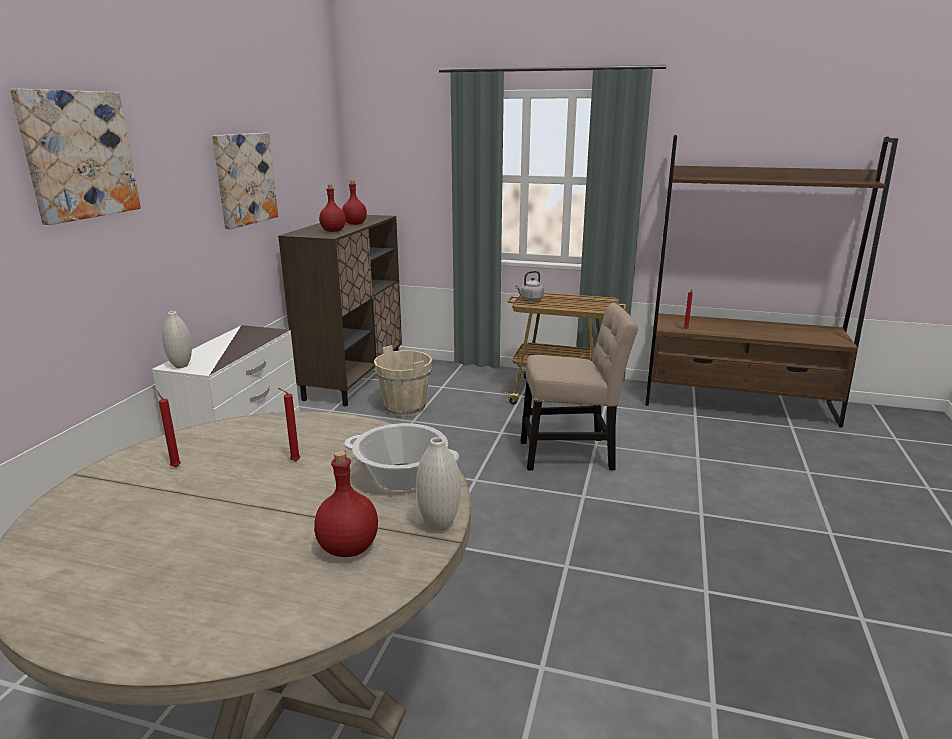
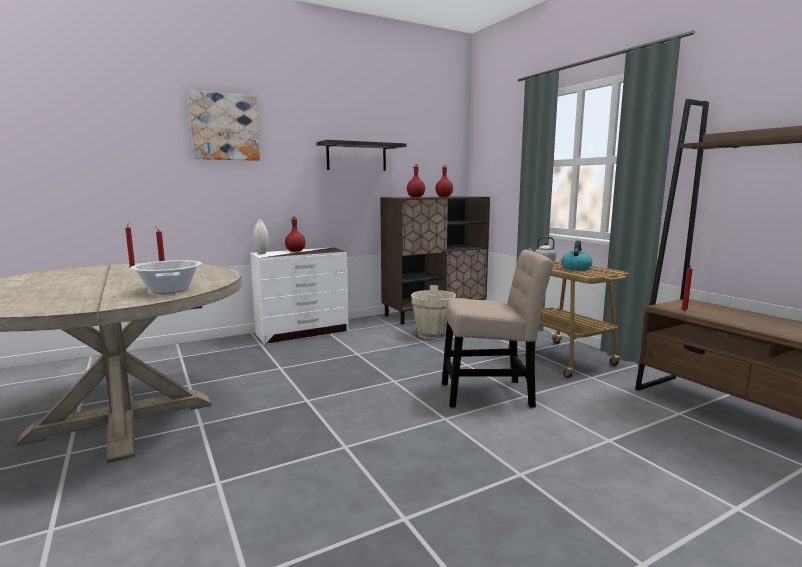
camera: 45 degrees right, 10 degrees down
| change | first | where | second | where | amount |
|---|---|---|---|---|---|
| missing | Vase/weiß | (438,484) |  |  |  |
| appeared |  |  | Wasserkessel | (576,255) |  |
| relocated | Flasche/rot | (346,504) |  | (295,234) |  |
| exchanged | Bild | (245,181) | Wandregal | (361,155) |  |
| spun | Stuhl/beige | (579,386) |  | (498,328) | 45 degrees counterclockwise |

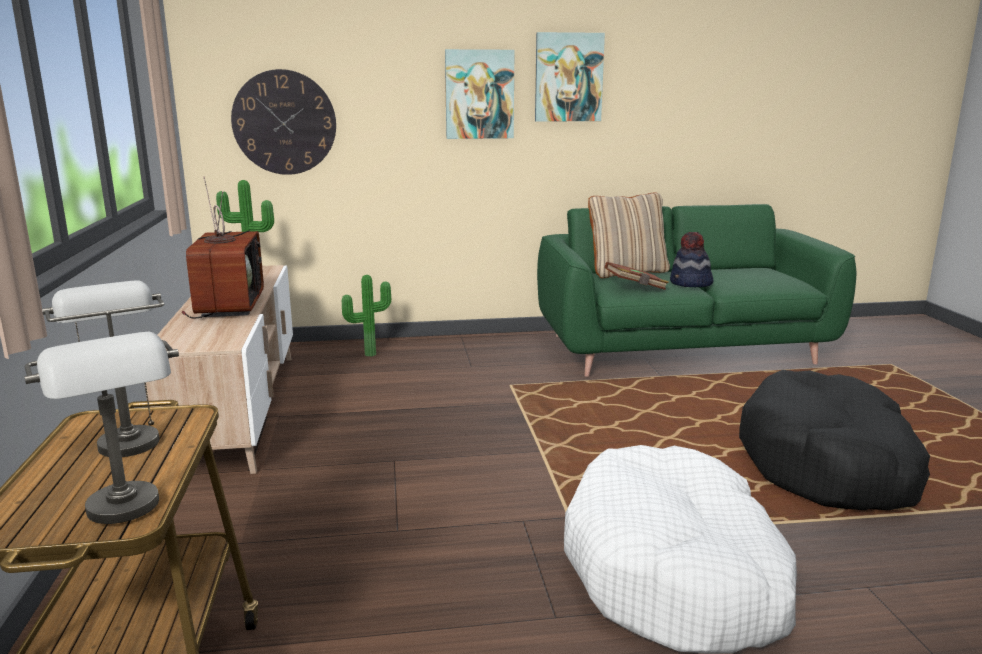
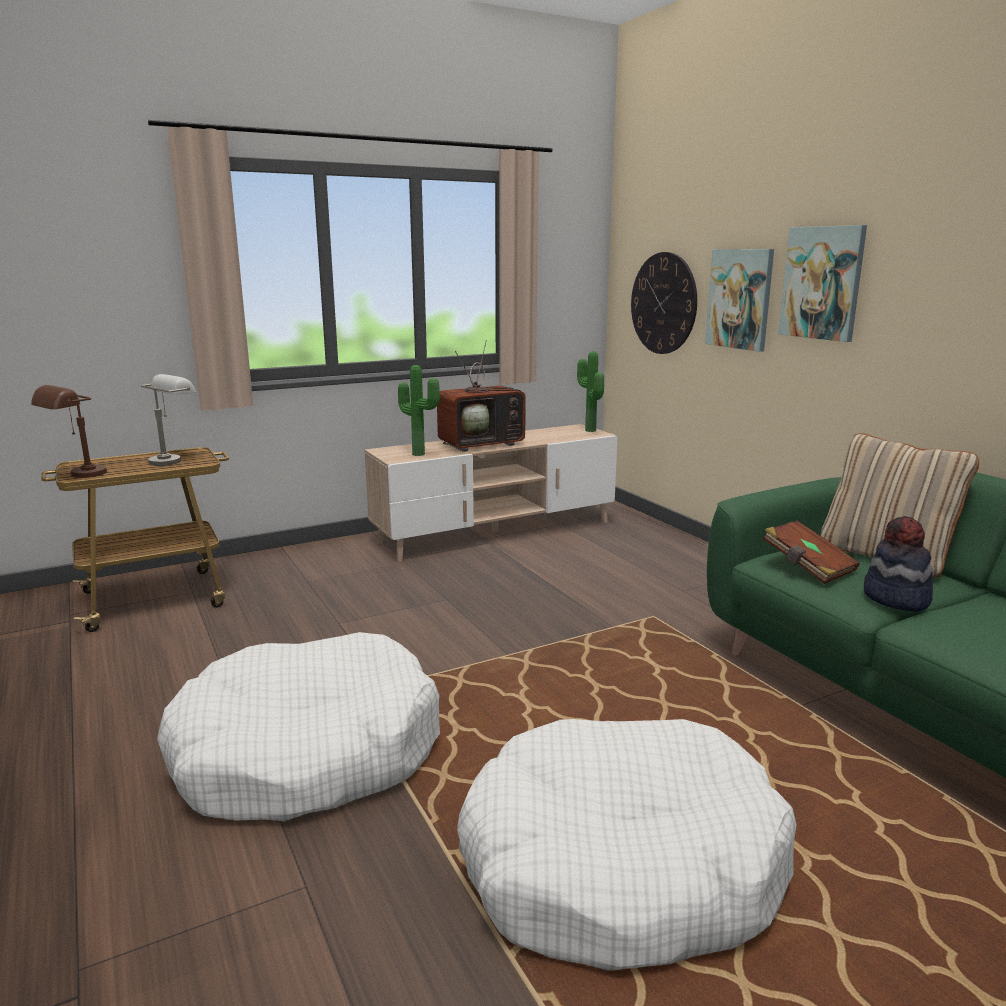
camera: 70 degrees right, 0 degrees up
| change | first | where | second | where | amount |
|---|---|---|---|---|---|
| relocated | Topfpflanze | (366,316) |  | (419,410) |  |
| relocated | Bild | (570,77) |  | (739,300) |  |
| colour | Tischlampe/grau | (101,428) | Tischlampe/braun | (69,431) |  |
| colour | Hundebett/schwarz | (834,440) | Hundebett/weiß | (627,845) |  |

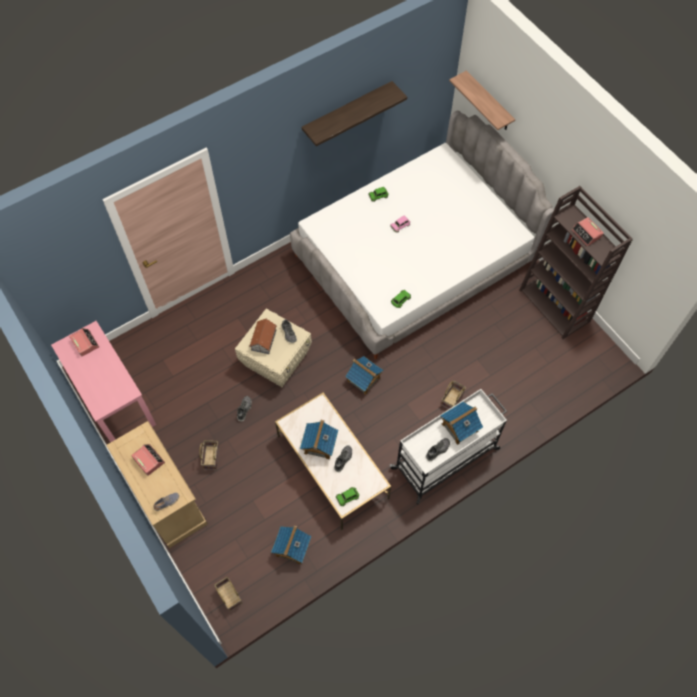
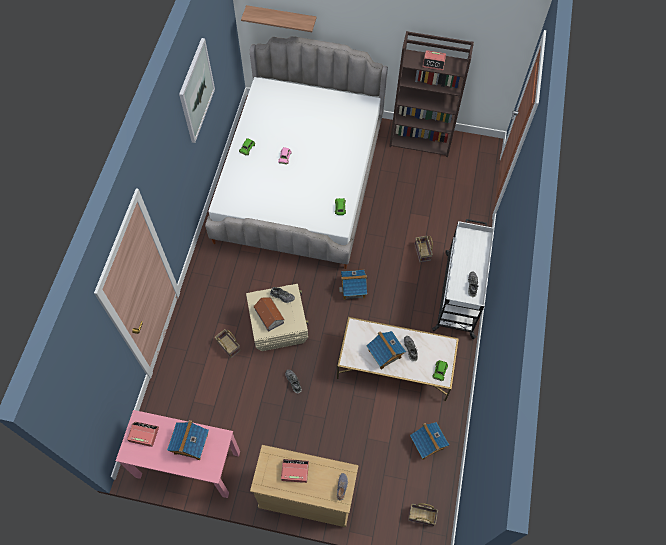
camera: 45 degrees left, 0 degrees up
| change | first | where | second | where | amount |
|---|---|---|---|---|---|
| relocated | Korb | (209,455) |  | (228,343) |  |
| relocated | Spielzeughaus | (461,423) |  | (188,440) |  |
| exchanged | Wandregal | (354,113) | Bild | (197,90) |  |

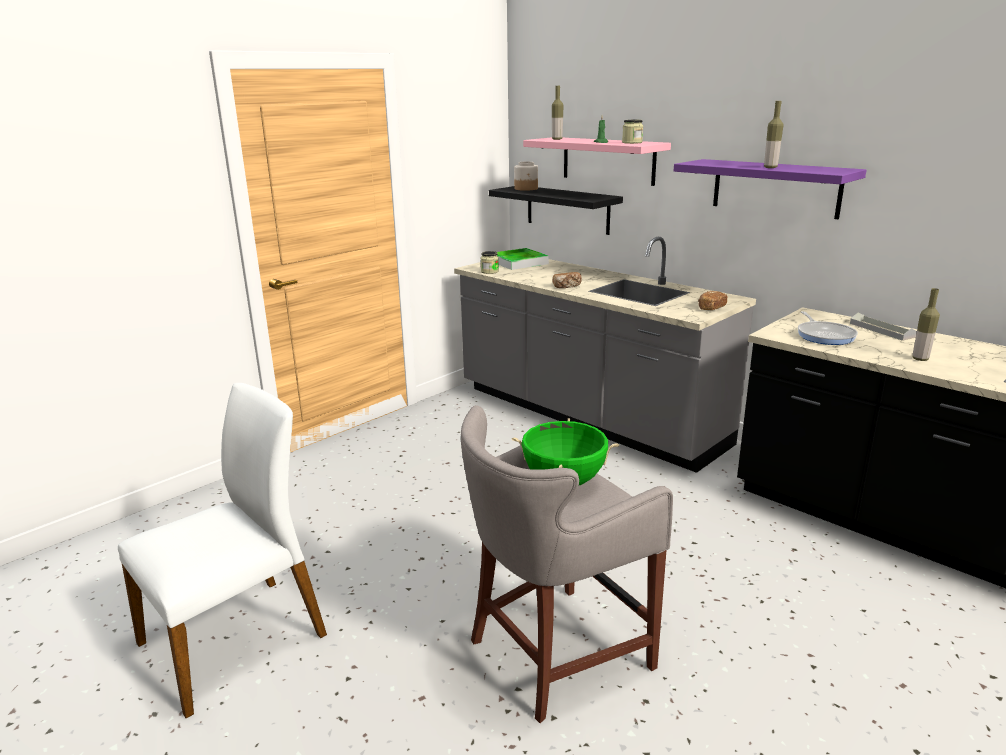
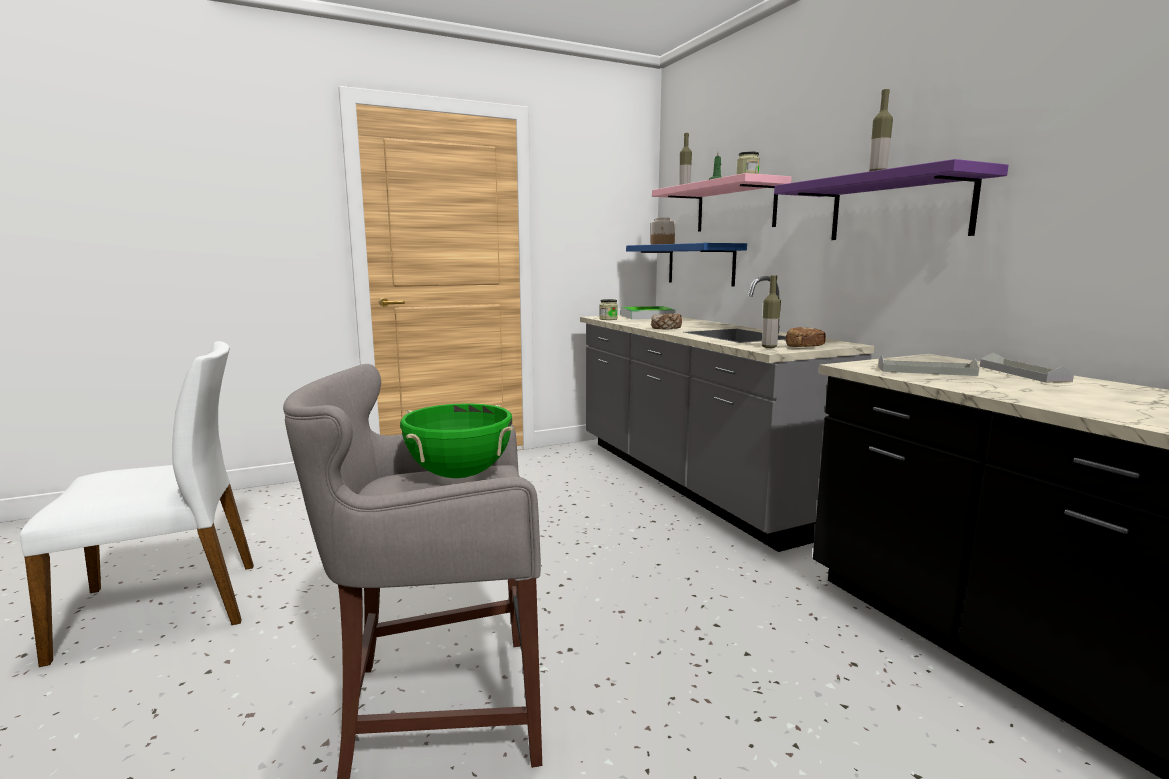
camera: 20 degrees right, 10 degrees down
| change | first | where | second | where | amount |
|---|---|---|---|---|---|
| relocated | Flasche | (926,324) |  | (771,311) |  |
| exchanged | Pfanne | (828,328) | Tablett/grau | (928,365) |  |
| colour | Wandregal/schwarz | (556,210) | Wandregal/blau | (686,265) |  |

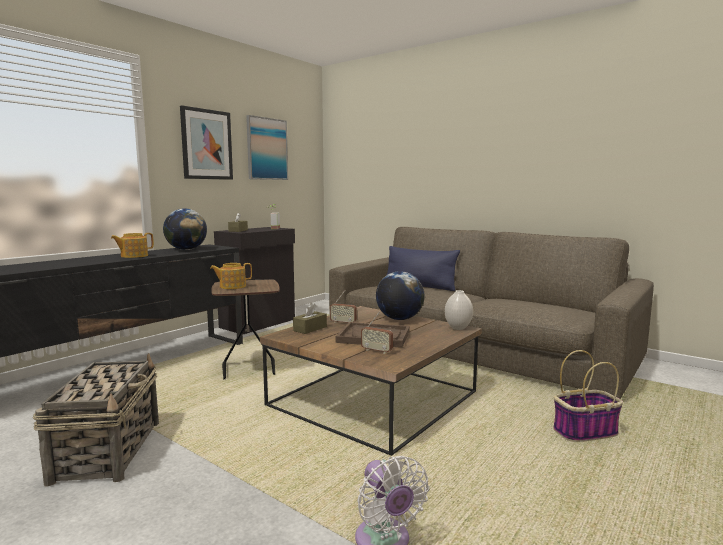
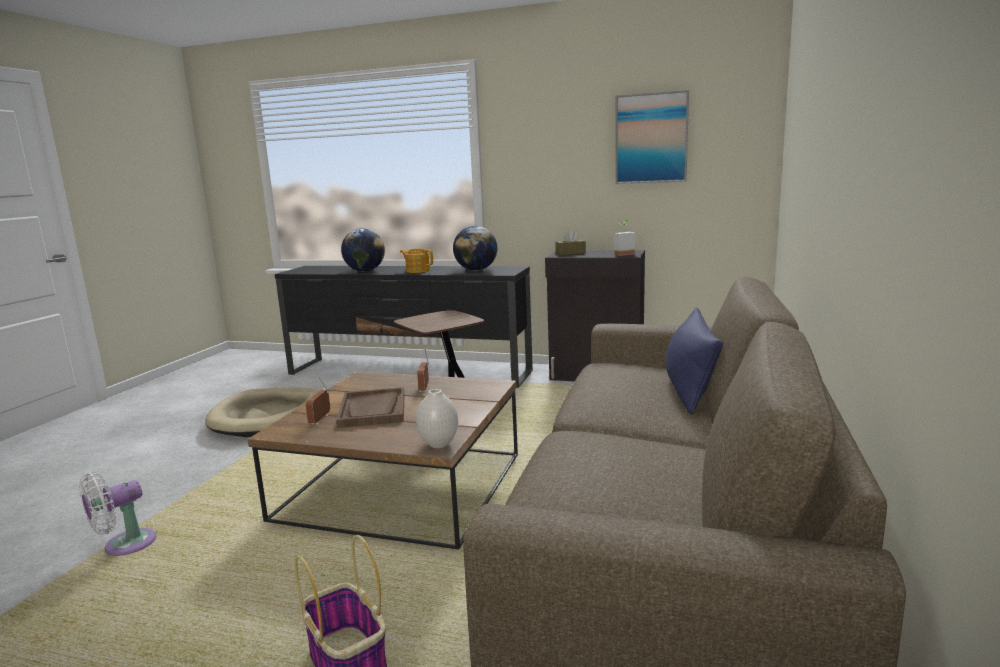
camera: 70 degrees right, 5 degrees up
| change | first | where | second | where | amount |
|---|---|---|---|---|---|
| missing | Bild | (206,142) |  |  |  |
| missing | Teekanne | (231,276) |  |  |  |
| missing | Taschentuchbox/braun | (310,318) |  |  |  |
| relocated | Globus | (400,295) |  | (363,249) |  |
| exchanged | Korb | (96,419) | Hundebett/beige | (262,412) |  |

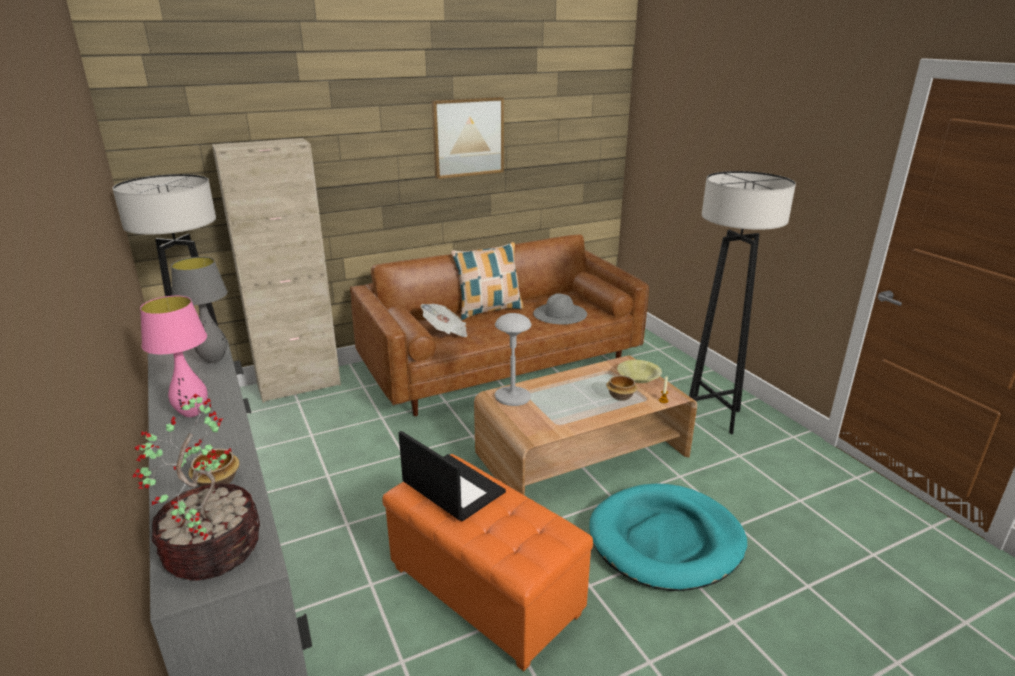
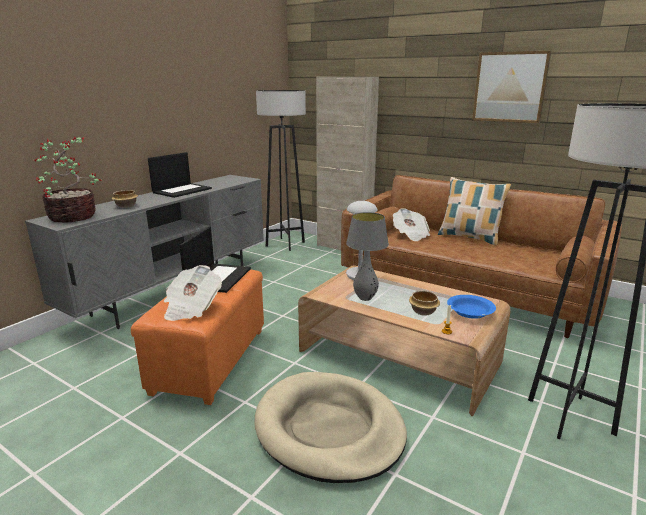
camera: 60 degrees right, 5 degrees down
| change | first | where | second | where | amount |
|---|---|---|---|---|---|
| missing | Hut/grau | (560,308) |  |  |  |
| appeared |  |  | Zeitung | (193,293) |  |
| relocated | Tischlampe/grau | (199,310) |  | (367,256) |  |
| exchanged | Tischlampe/rosa | (174,356) | Laptop | (180,175) |  |
| colour | Hundebett/türkis | (668,537) | Hundebett/beige | (330,427) |  |
| colour | Schüssel/gelb | (639,371) | Schüssel/blau | (471,307) |  |

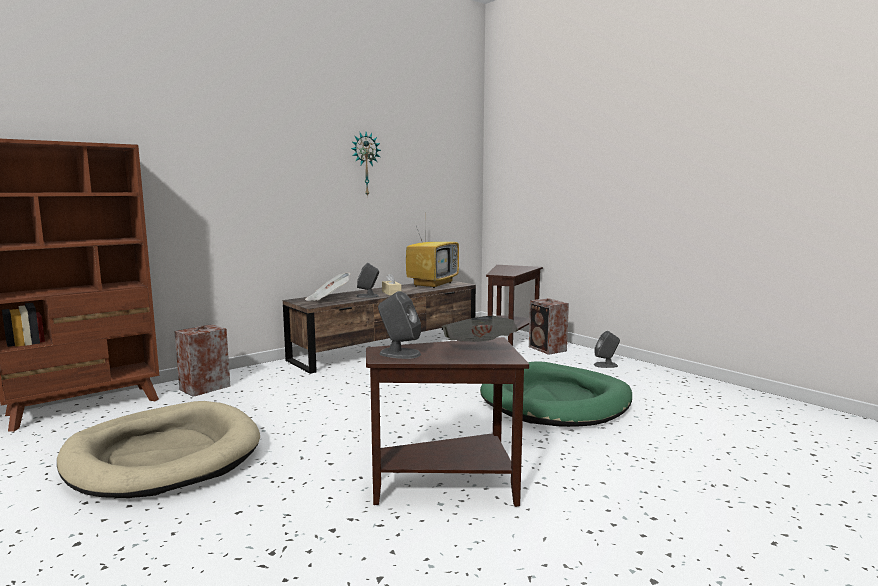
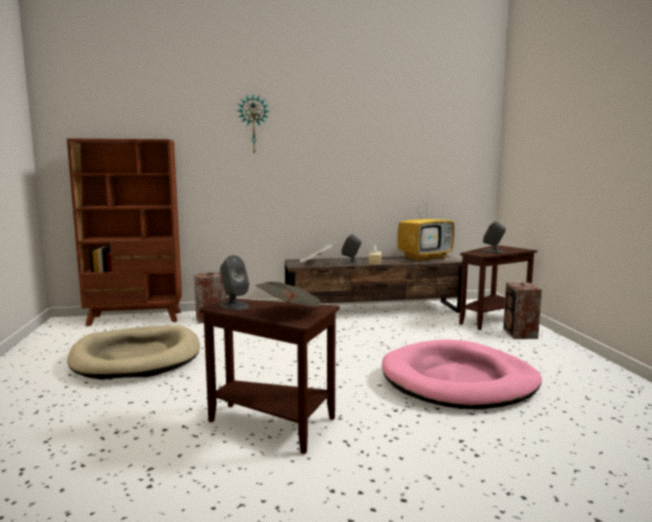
camera: 30 degrees right, 0 degrees up
| change | first | where | second | where | amount |
|---|---|---|---|---|---|
| relocated | Wanduhr | (366,164) |  | (253,125) |  |
| relocated | Lautsprecher/grau | (607,349) |  | (494,237) |  |
| colour | Hundebett/grün | (556,394) | Hundebett/rosa | (462,375) |  |

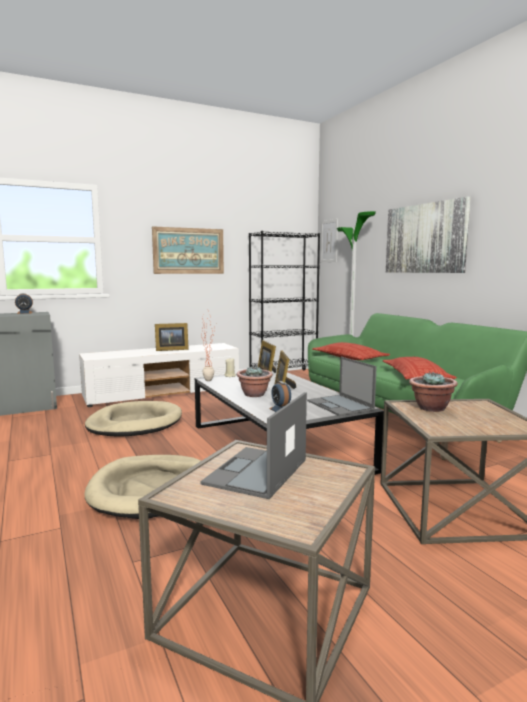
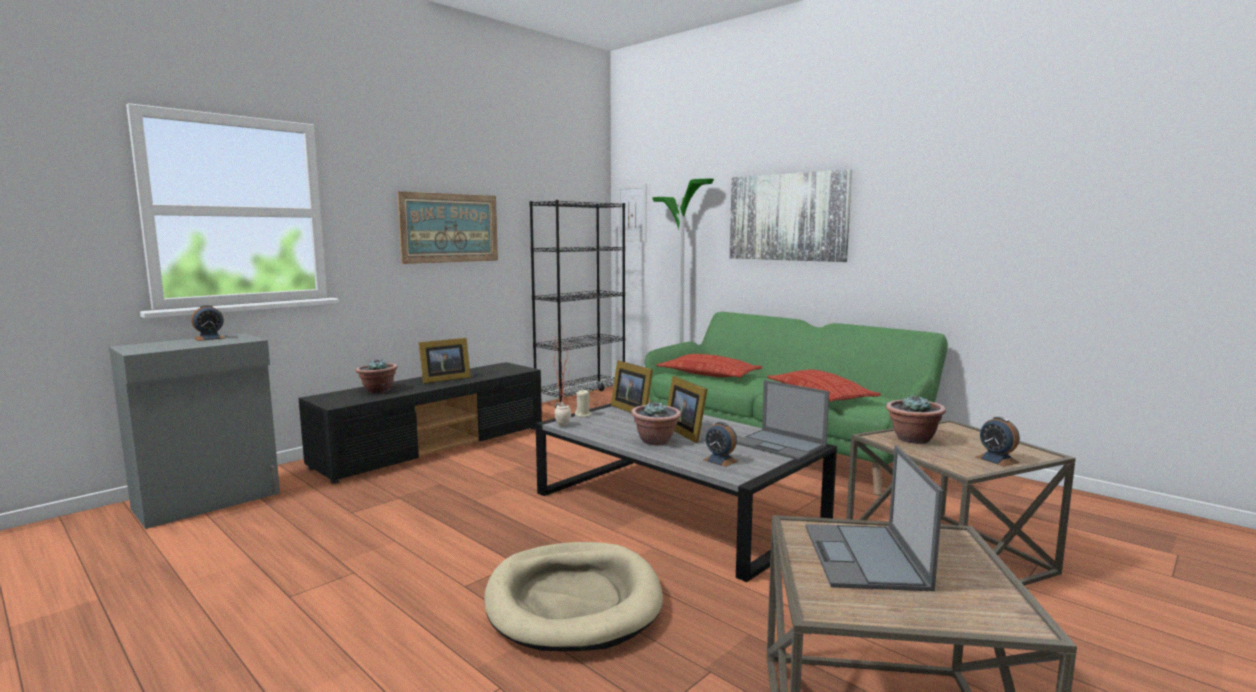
camera: 20 degrees left, 0 degrees up
| change | first | where | second | where | amount |
|---|---|---|---|---|---|
| missing | Hundebett/beige | (133,419) |  |  |  |
| appeared |  |  | Topfpflanze | (377,376) |  |
| appeared |  |  | Wecker | (998,442) |  |
| colour | Fernsehschrank/weiß | (159,375) | Fernsehschrank/schwarz | (420,423) |  |

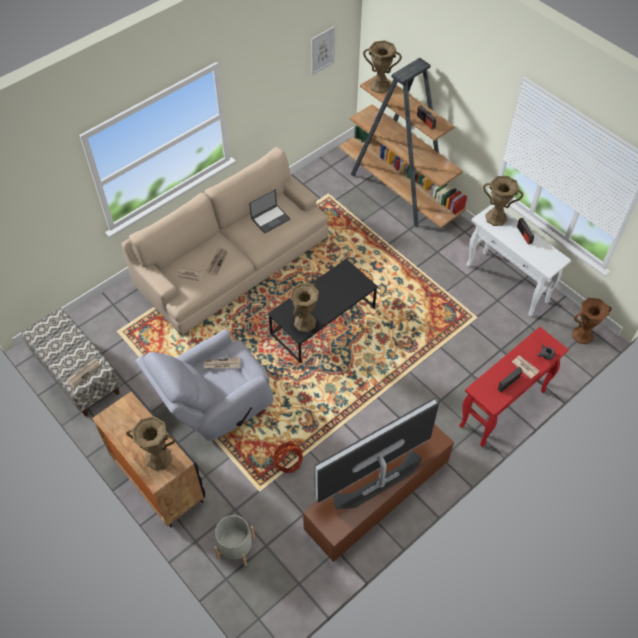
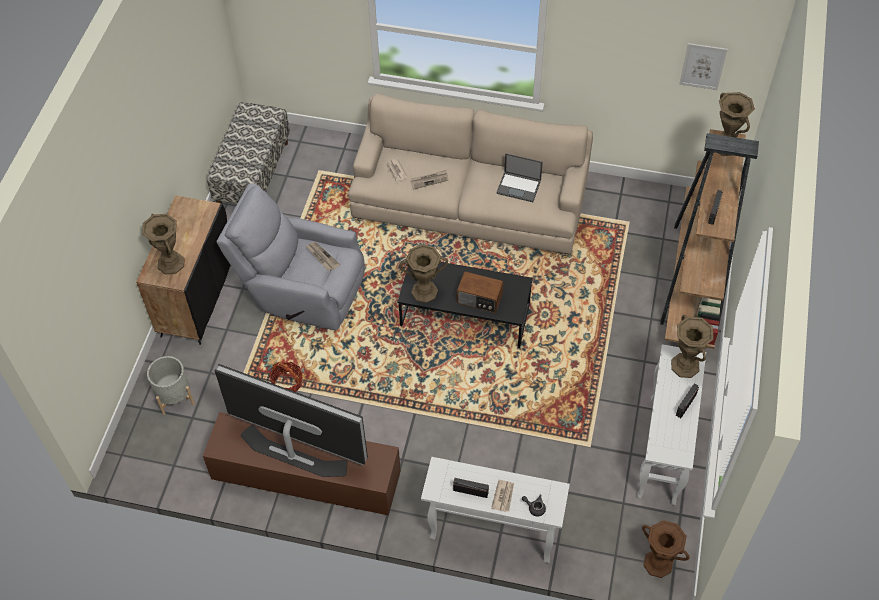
camera: 55 degrees right, 0 degrees up
| change | first | where | second | where | amount |
|---|---|---|---|---|---|
| missing | Zeitung | (84,372) |  |  |  |
| appeared |  |  | Radio | (480,292) |  |
| colour | Konsolentisch/rot | (514,387) | Konsolentisch/weiß | (495,510) |  |

